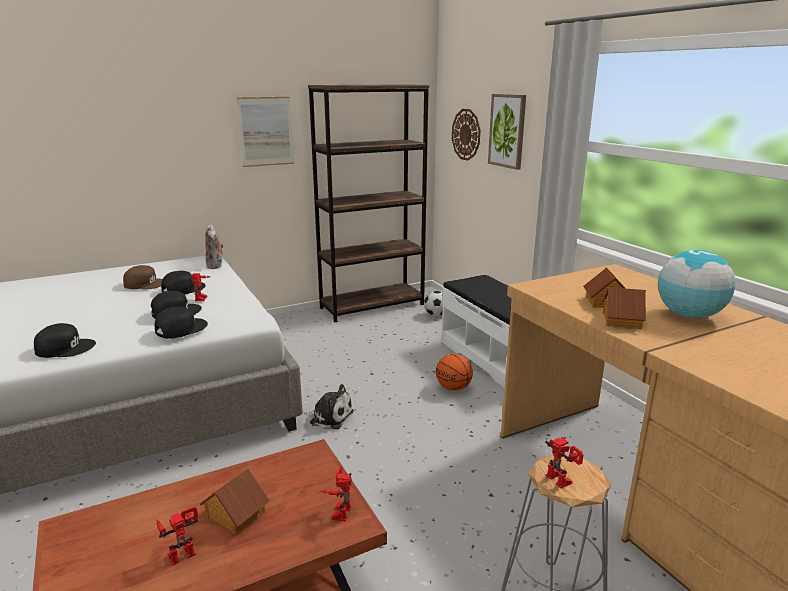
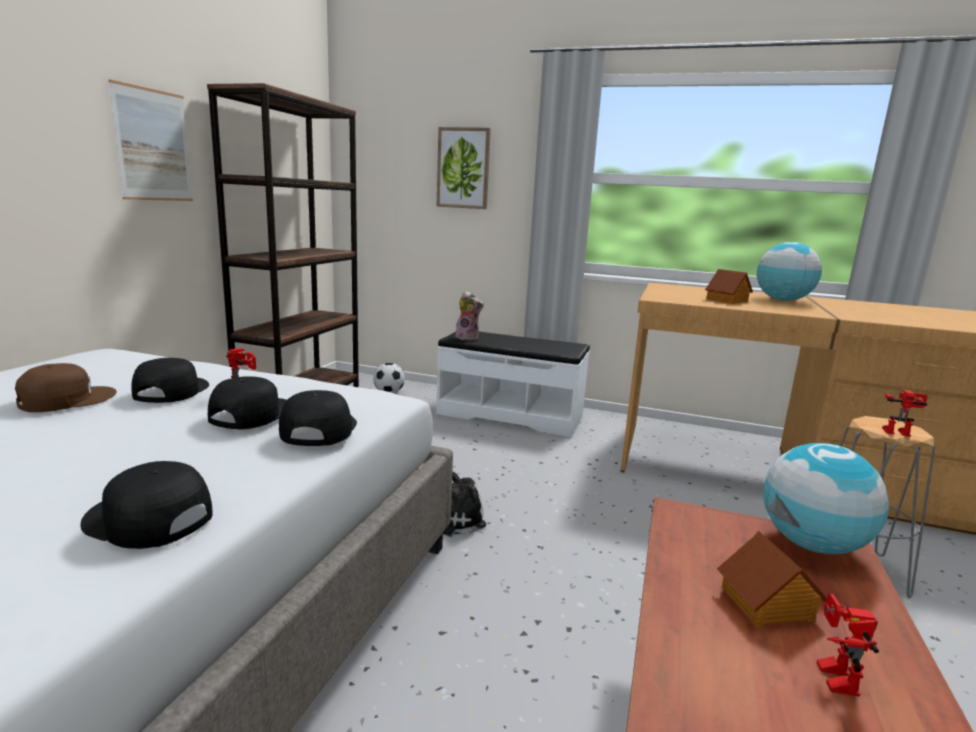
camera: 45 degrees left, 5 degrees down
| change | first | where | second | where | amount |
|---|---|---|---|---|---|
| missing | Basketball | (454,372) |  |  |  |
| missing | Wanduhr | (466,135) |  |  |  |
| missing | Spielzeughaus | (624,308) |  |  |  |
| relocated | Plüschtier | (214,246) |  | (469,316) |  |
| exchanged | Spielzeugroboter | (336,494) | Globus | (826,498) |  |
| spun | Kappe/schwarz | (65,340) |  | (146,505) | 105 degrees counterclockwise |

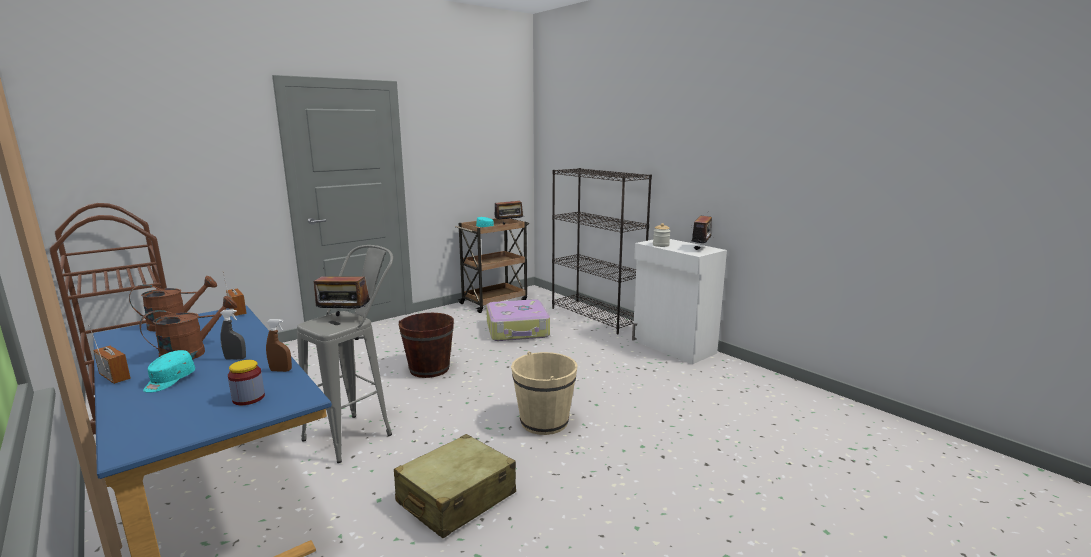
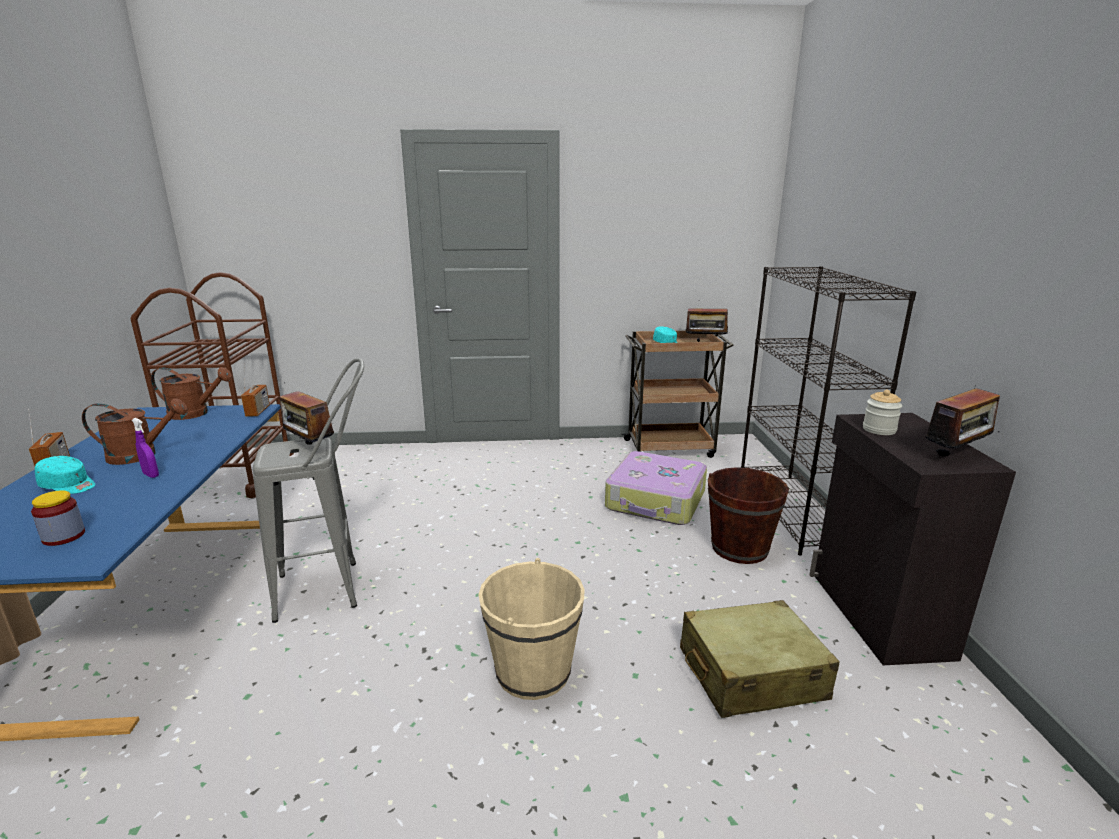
camera: 35 degrees right, 5 degrees up
| change | first | where | second | where | amount |
|---|---|---|---|---|---|
| missing | Sprühflasche/braun | (279,345) |  |  |  |
| relocated | Koffer/beige | (455,486) |  | (760,659) |  |
| relocated | Eimer/braun | (426,345) |  | (748,515) |  |
| colour | Sprühflasche/grau | (233,334) | Sprühflasche/lila | (145,448) |  |
| colour | Schrank/weiß | (679,301) | Schrank/schwarz | (912,539) |  |
| spun | Kappe/türkis | (169,371) |  | (65,475) | 120 degrees counterclockwise |

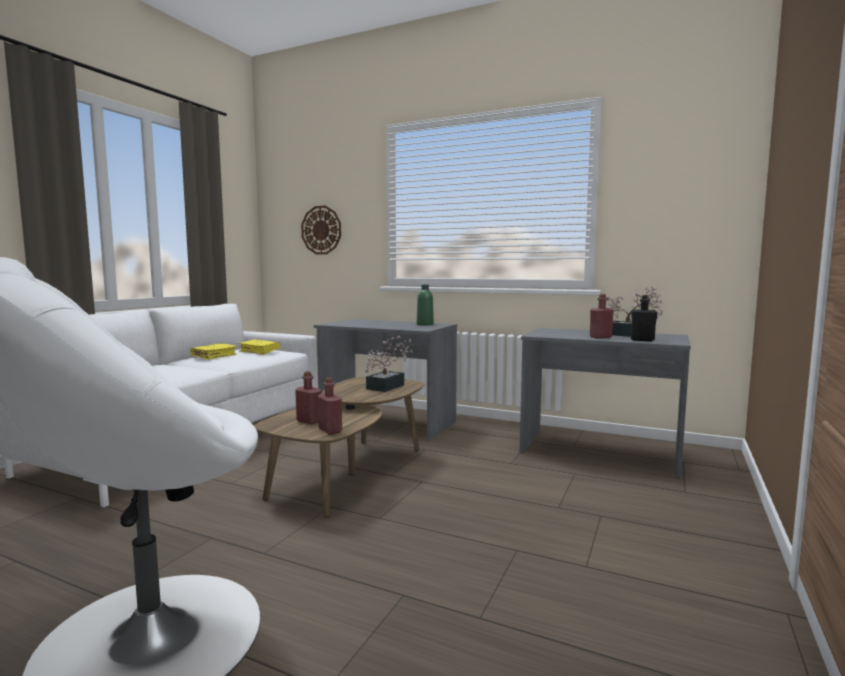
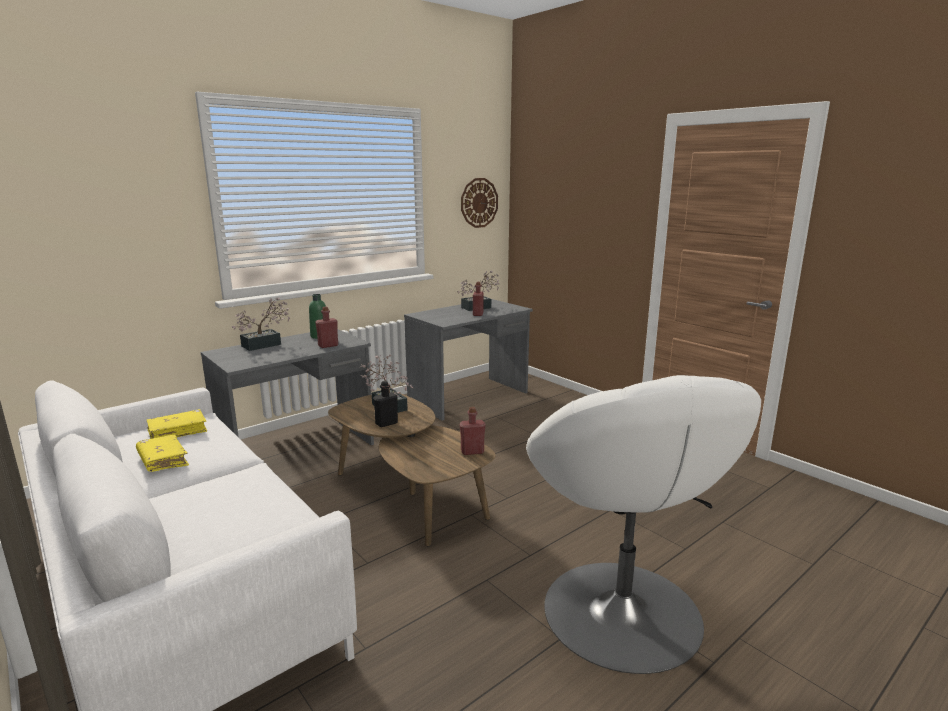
camera: 65 degrees left, 10 degrees up
| change | first | where | second | where | amount |
|---|---|---|---|---|---|
| appeared |  |  | Topfpflanze | (261,324) |  |
| relocated | Flasche/rot | (308,398) |  | (326,327) |  |
| relocated | Wanduhr | (321,230) |  | (479,203) |  |
| relocated | Flasche/schwarz | (644,318) |  | (385,404) |  |

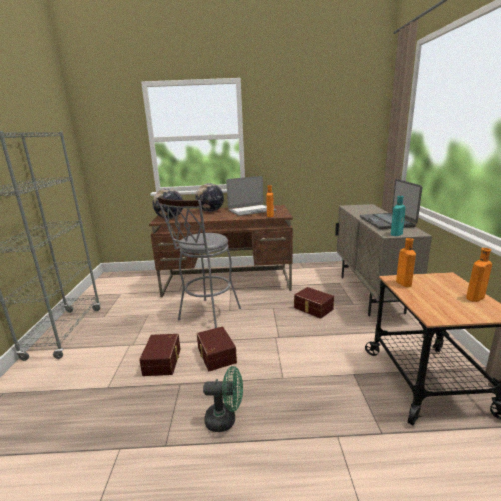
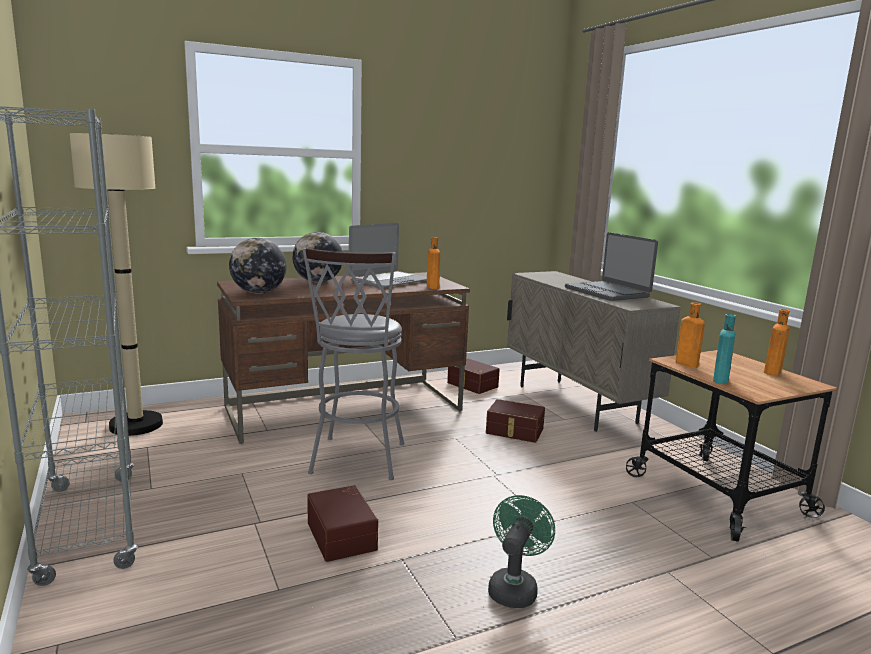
camera: 25 degrees left, 5 degrees down
| change | first | where | second | where | amount |
|---|---|---|---|---|---|
| appeared |  |  | Stehlampe/beige | (116,284) |  |
| relocated | Aufbewahrungsbox/braun | (217,348) |  | (473,376) |  |
| relocated | Flasche/türkis | (398,216) |  | (724,349) |  |
| spun | Ventilator/grün | (223,399) |  | (521,551) | 45 degrees counterclockwise |

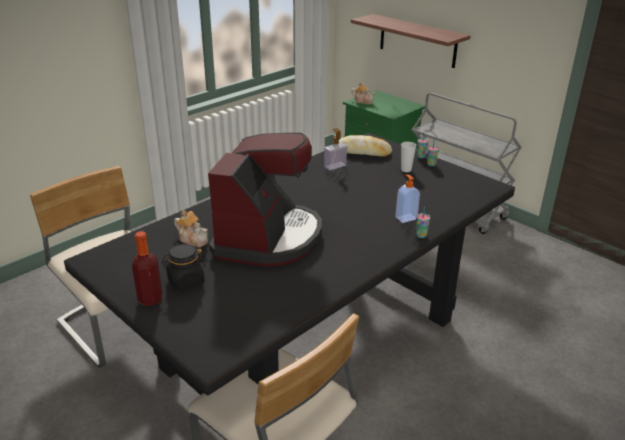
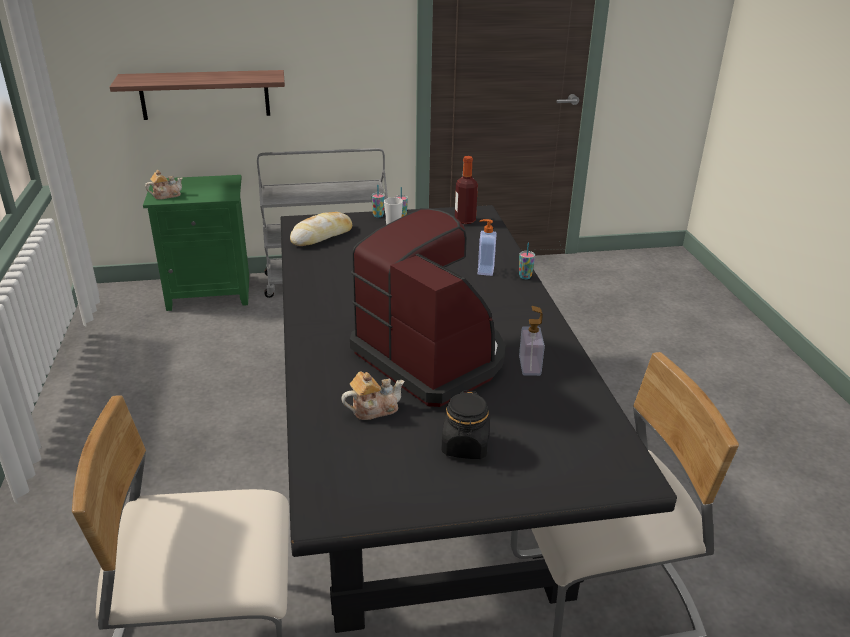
camera: 55 degrees left, 0 degrees up
| change | first | where | second | where | amount |
|---|---|---|---|---|---|
| relocated | Flasche | (147,268) |  | (466,190) |  |
| relocated | Seifenspender | (335,149) |  | (532,341) |  |

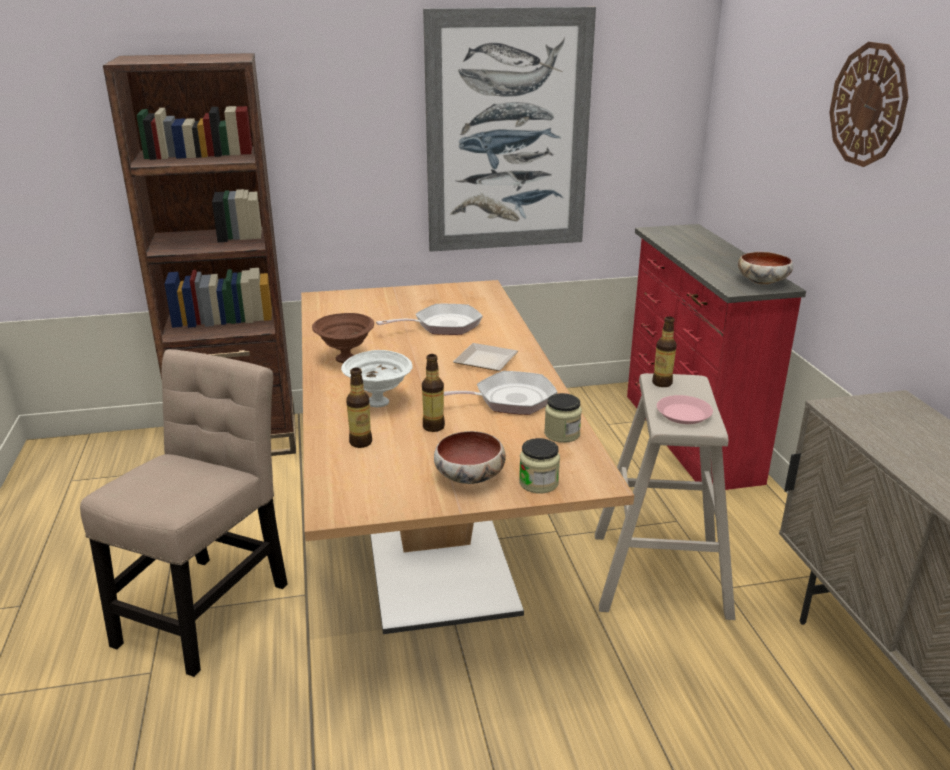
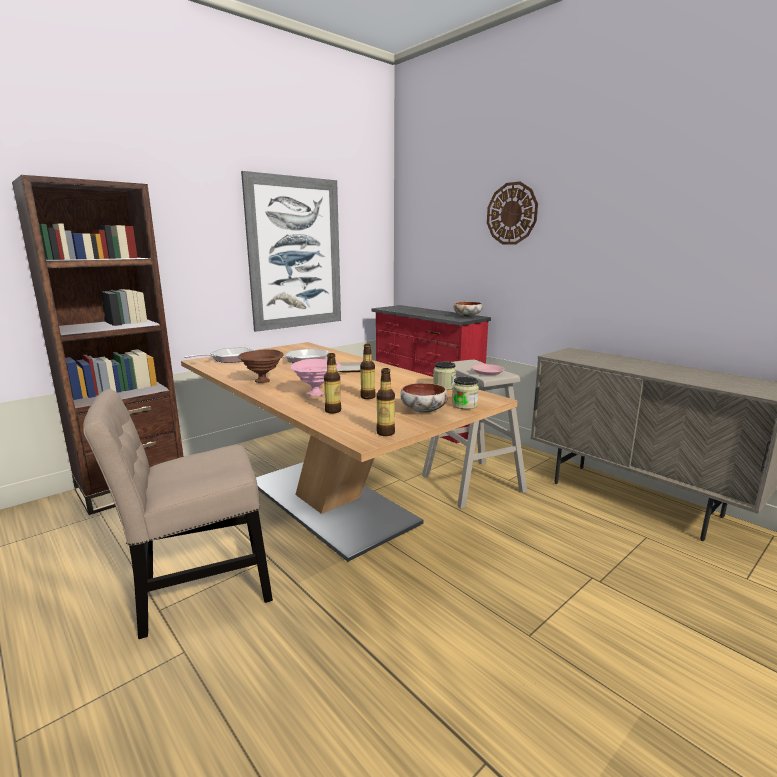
camera: 30 degrees left, 10 degrees down
| change | first | where | second | where | amount |
|---|---|---|---|---|---|
| relocated | Pfanne | (500,393) |  | (219,355) |  |
| relocated | Flasche | (664,351) |  | (385,402) |  |
| colour | Schüssel/weiß | (377,378) | Schüssel/rosa | (315,377) |  |
| spun | Stuhl/beige | (184,513) |  | (178,514) | 105 degrees counterclockwise |

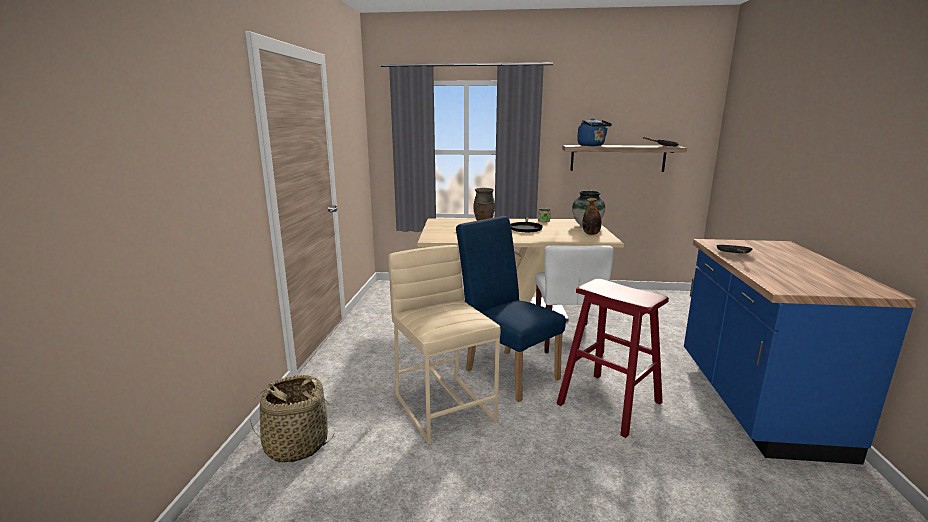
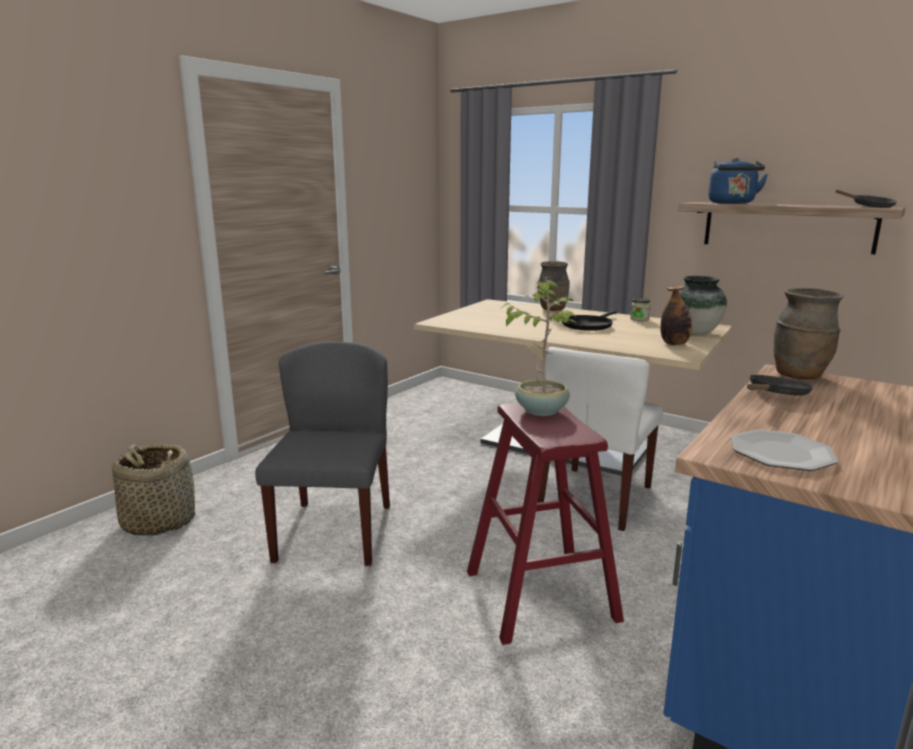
camera: 30 degrees right, 0 degrees up
| change | first | where | second | where | amount |
|---|---|---|---|---|---|
| missing | Stuhl/blau | (511,309) |  |  |  |
| appeared |  |  | Topfpflanze | (540,346) |  |
| appeared |  |  | Teller | (784,450) |  |
| appeared |  |  | Vase/braun | (809,333) |  |
| exchanged | Hocker/beige | (444,345) | Stuhl/grau | (322,453) |  |

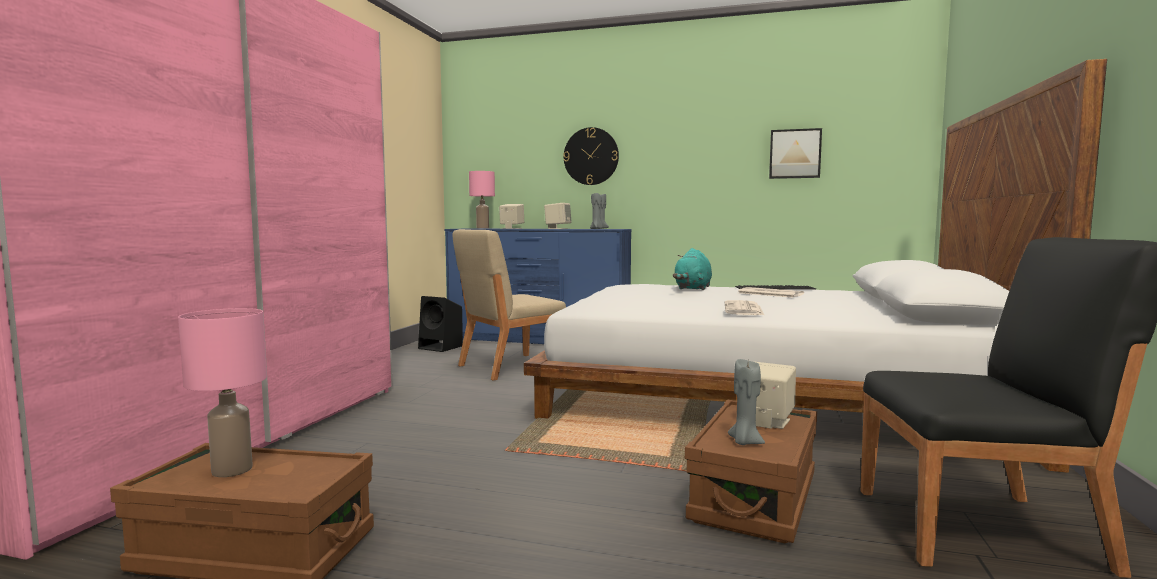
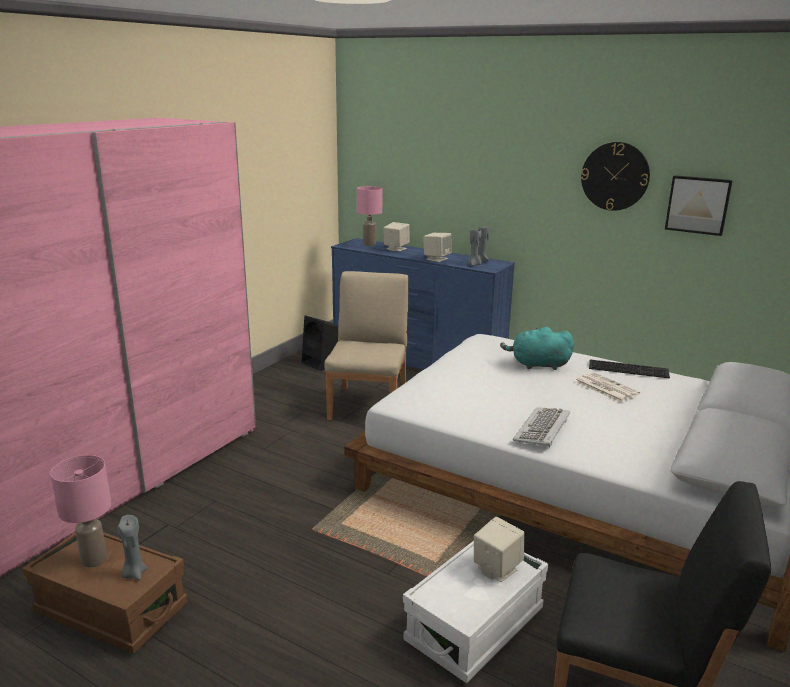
camera: 15 degrees right, 15 degrees up
| change | first | where | second | where | amount |
|---|---|---|---|---|---|
| relocated | Wanduhr | (591,156) |  | (615,176) |  |
| relocated | Kerze/grau | (746,402) |  | (132,547) |  |
| exchanged | Zeitung | (744,307) | Tastatur | (541,427) |  |
| colour | Aufbewahrungsbox/braun | (751,471) | Aufbewahrungsbox/weiß | (475,612) |  |
| spun | Stuhl/beige | (509,305) |  | (366,345) | 120 degrees clockwise |
| spun | Plüschtier/türkis | (692,269) |  | (537,348) | 60 degrees clockwise |

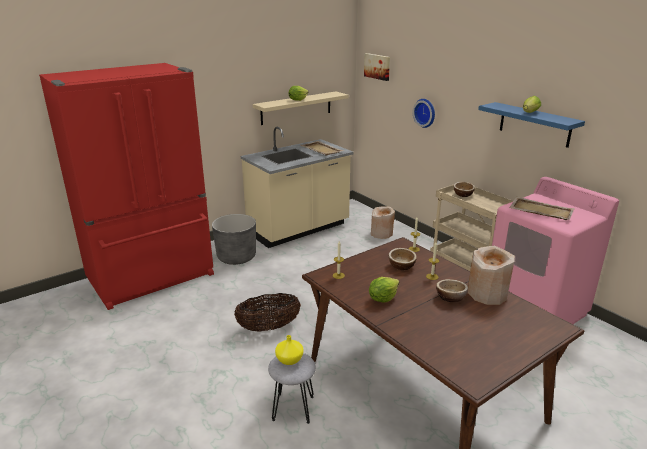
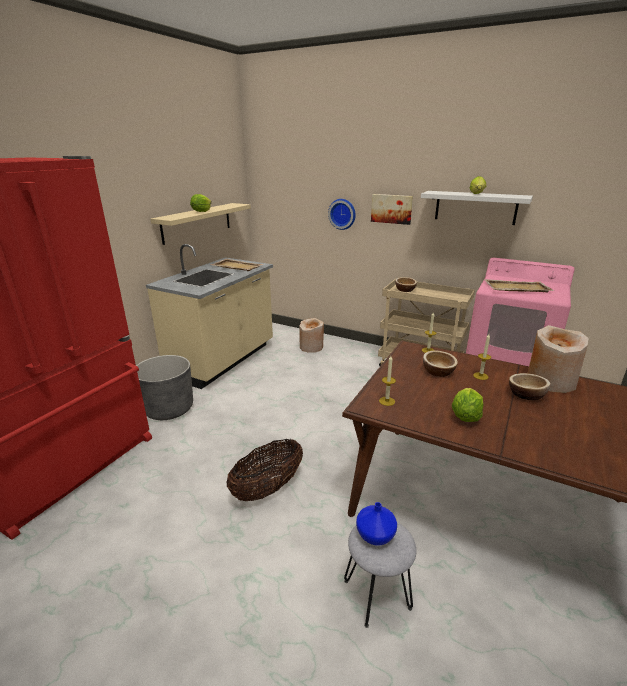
camera: 25 degrees left, 0 degrees up
| change | first | where | second | where | amount |
|---|---|---|---|---|---|
| relocated | Bild | (377,67) |  | (392,209) |  |
| colour | Vase/gelb | (289,350) | Vase/blau | (376,524) |  |
| colour | Wandregal/blau | (531,125) | Wandregal/weiß | (477,208) |  |

